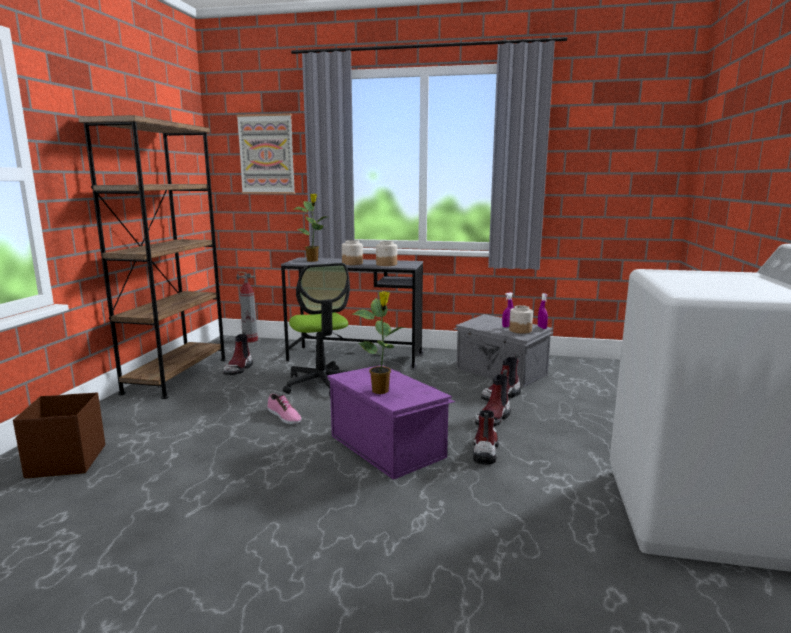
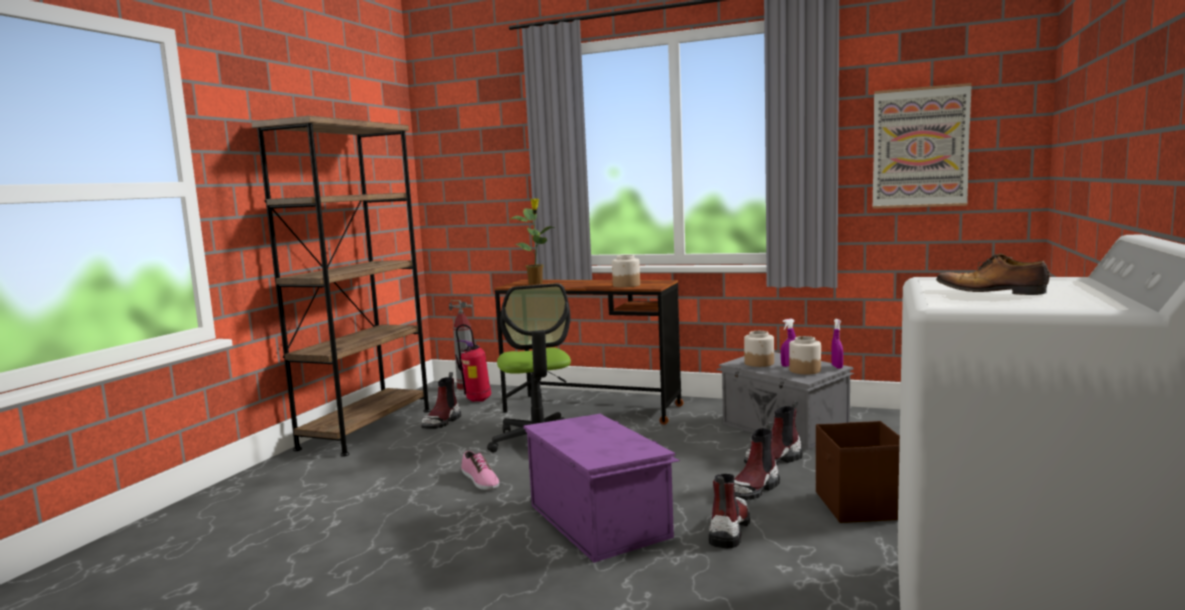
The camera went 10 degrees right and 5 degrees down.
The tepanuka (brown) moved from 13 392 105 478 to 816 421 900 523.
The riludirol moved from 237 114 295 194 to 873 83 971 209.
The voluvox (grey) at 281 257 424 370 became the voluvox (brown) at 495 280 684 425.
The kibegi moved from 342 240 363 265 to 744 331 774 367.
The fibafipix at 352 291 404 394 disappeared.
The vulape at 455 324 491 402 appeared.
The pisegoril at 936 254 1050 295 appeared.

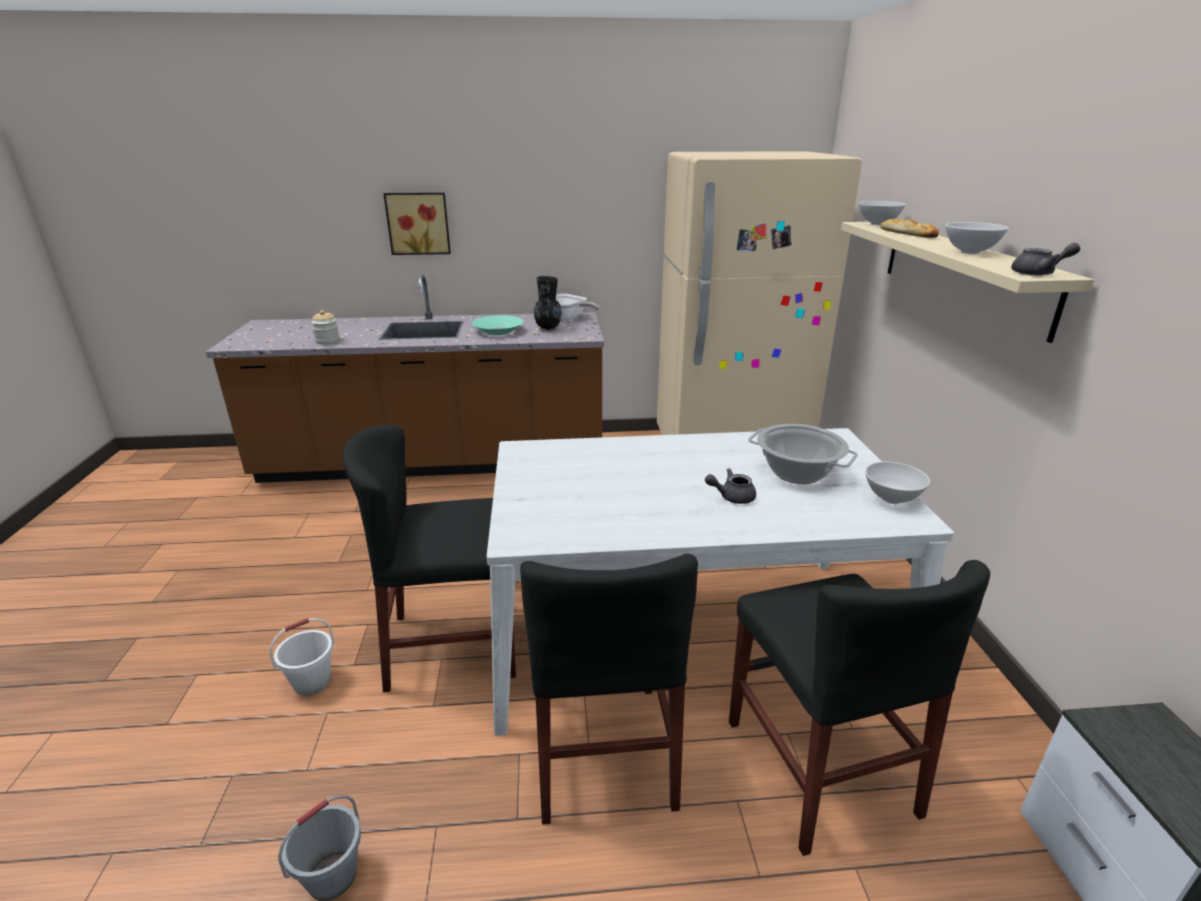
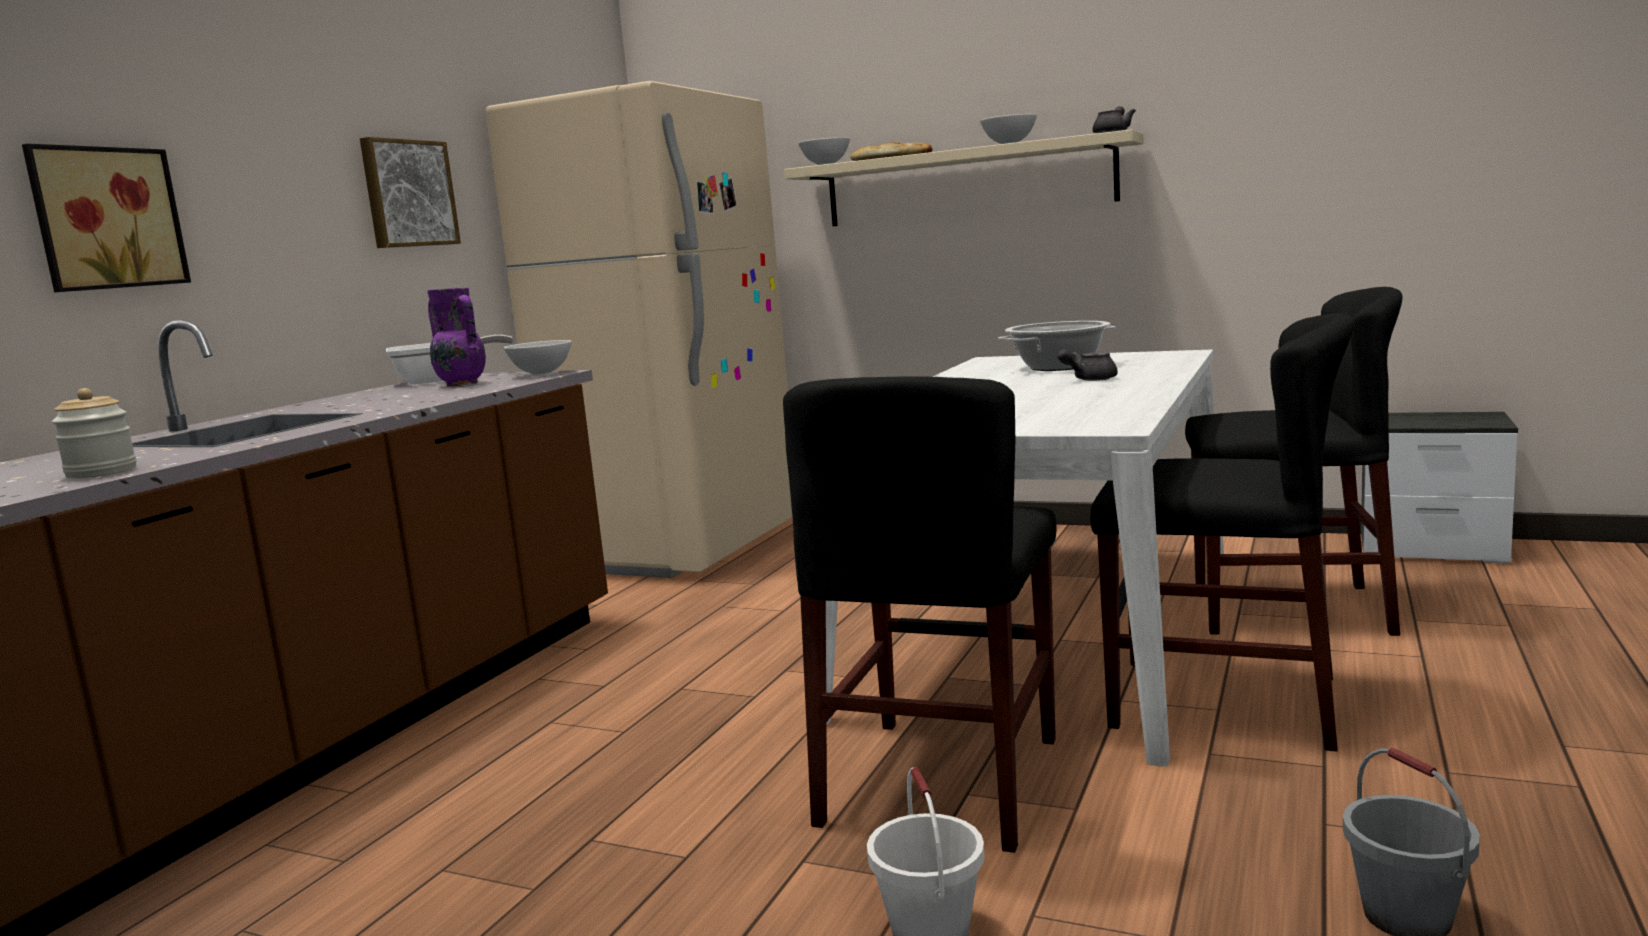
The camera went 60 degrees left and 15 degrees down.
The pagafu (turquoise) at 472 315 524 335 disappeared.
The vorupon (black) at 534 276 562 330 became the vorupon (purple) at 427 288 486 387.
The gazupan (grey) at 705 468 756 504 turned 45 degrees clockwise.
The pagafu (white) moved from 865 462 930 504 to 504 340 572 376.
The riludirol at 360 137 461 248 appeared.

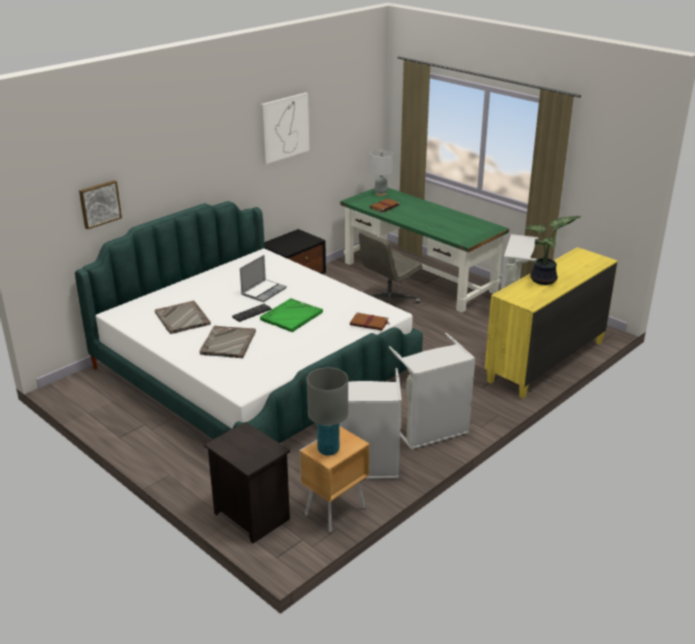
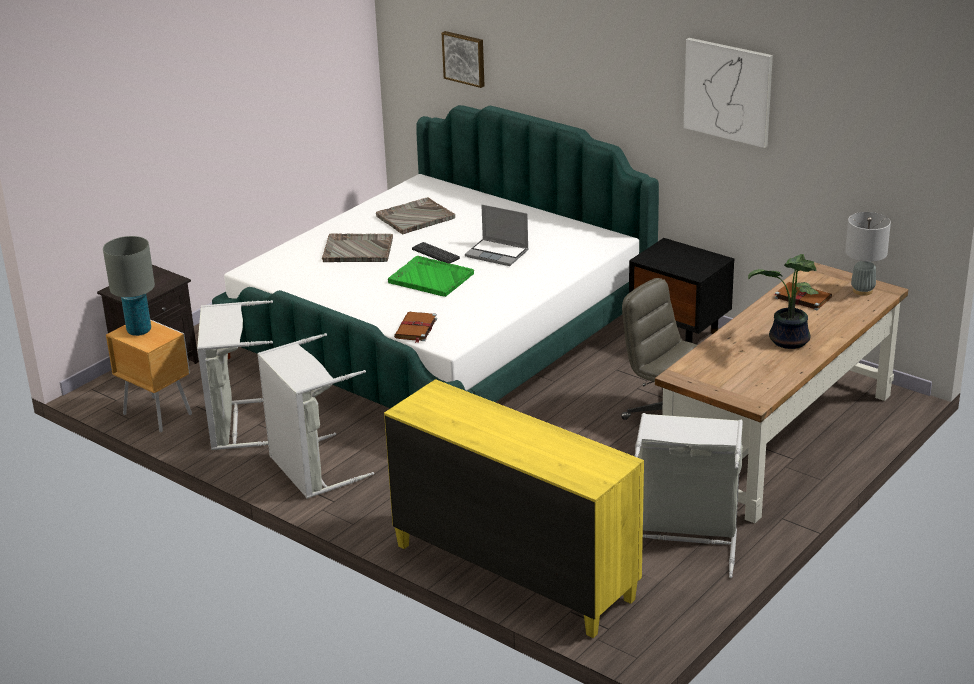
The camera went 85 degrees right and 0 degrees up.
The voluvox (green) at 340 188 509 313 became the voluvox (brown) at 655 262 908 524.
The fibafipix moved from 525 216 581 285 to 748 254 819 349.

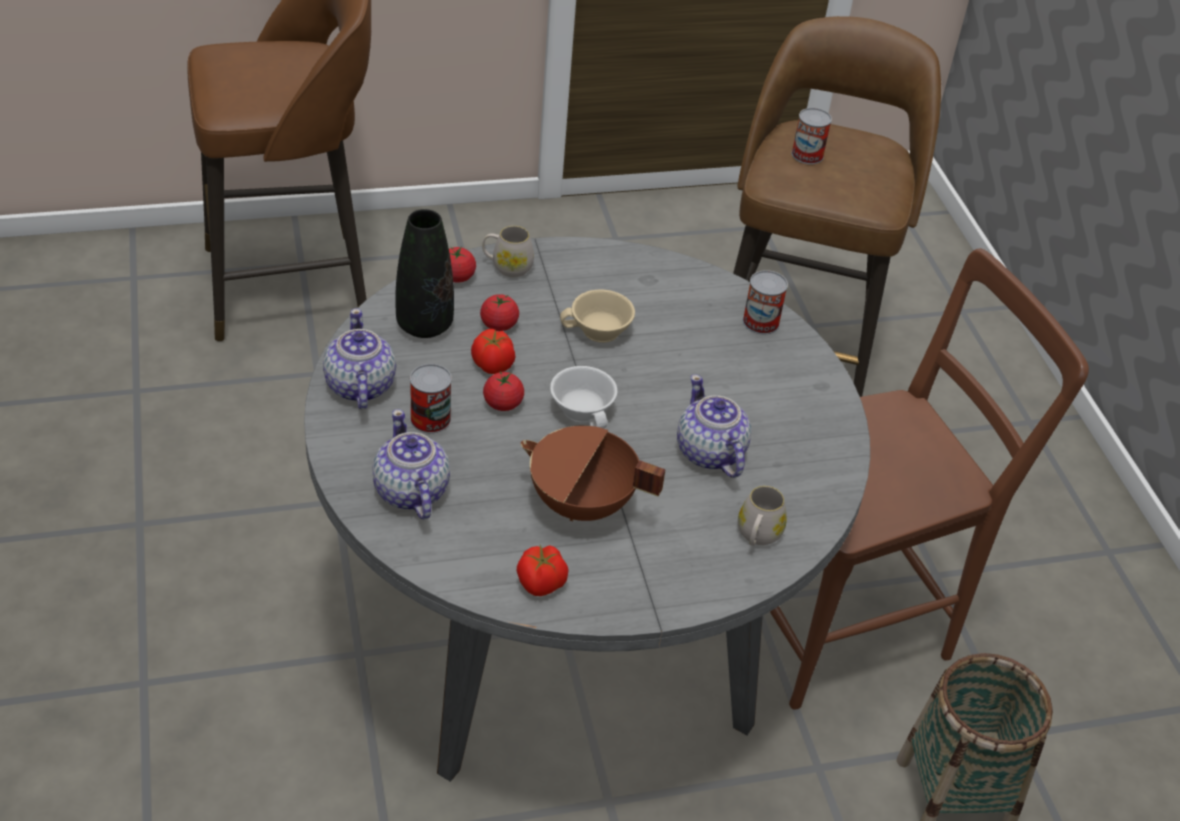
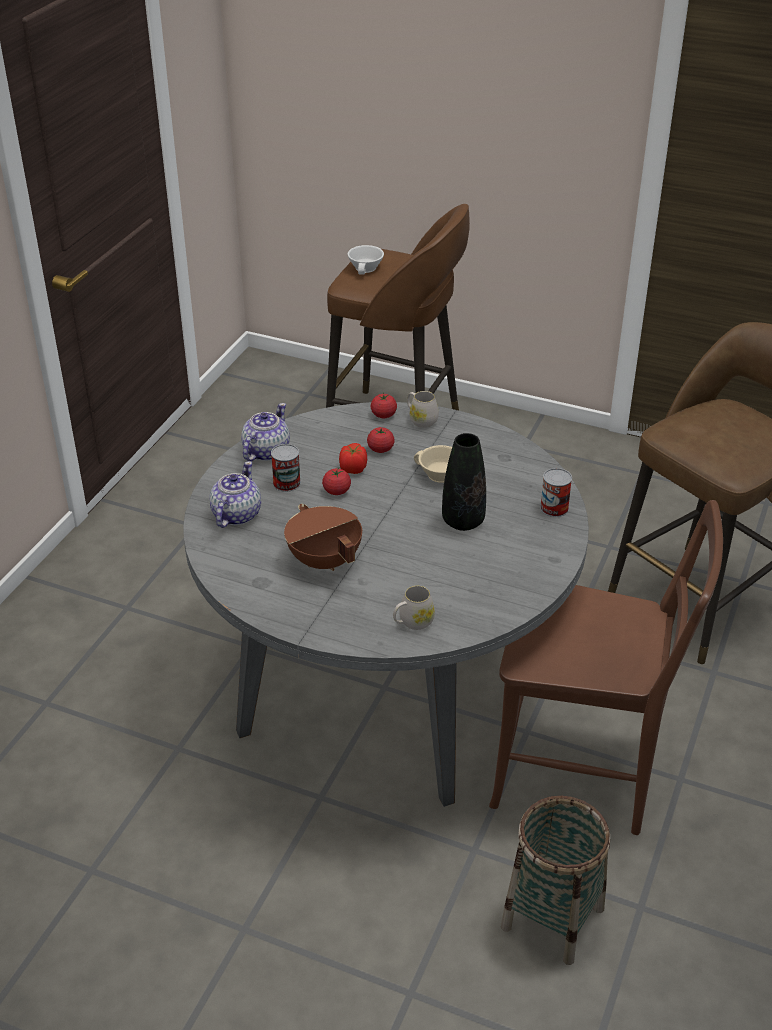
The camera went 40 degrees right and 5 degrees down.
The vorupon (black) moved from 395 209 454 338 to 442 433 486 531.
The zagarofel at 517 545 569 596 disappeared.
The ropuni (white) moved from 550 366 618 429 to 348 245 384 275.
The gazupan at 677 374 751 478 disappeared.
The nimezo at 792 108 832 164 disappeared.

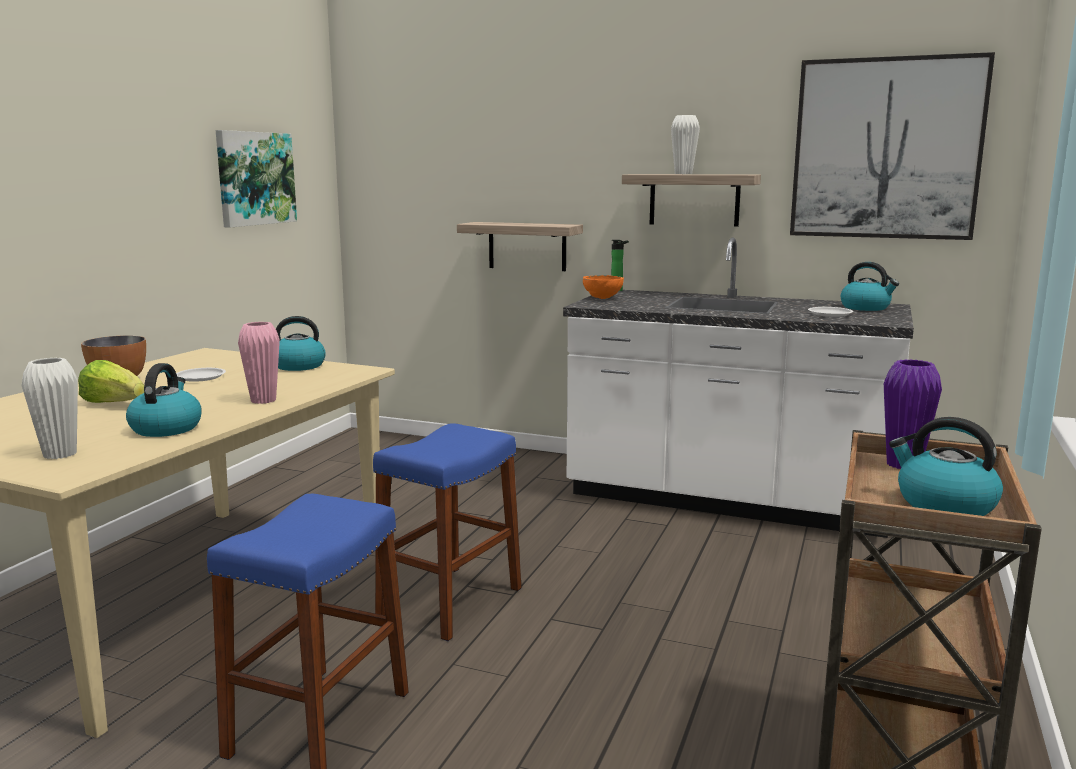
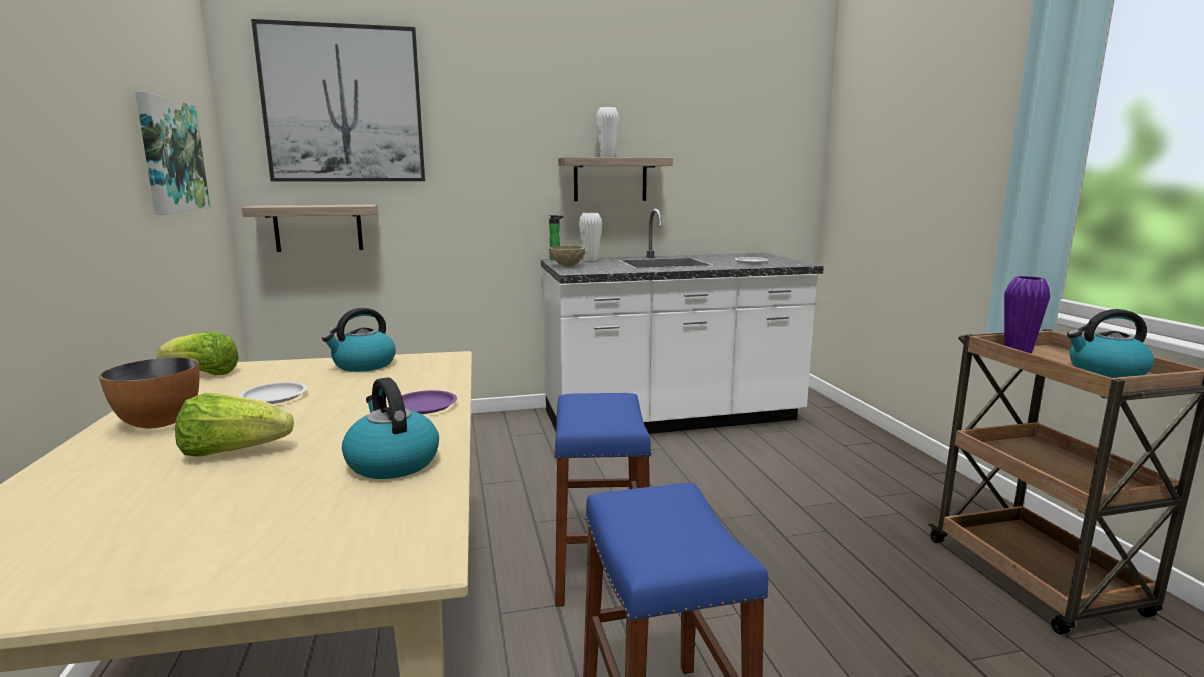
The camera went 35 degrees left and 0 degrees up.
The vorupon (white) moved from 22 358 78 459 to 579 213 602 261.
The vorupon (pink) at 238 322 280 404 was replaced by the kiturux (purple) at 402 390 457 414.
The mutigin moved from 457 222 583 271 to 242 204 378 252.
The pagafu (orange) at 583 275 624 299 became the pagafu (beige) at 549 246 585 267.
The riludirol moved from 790 52 995 240 to 251 19 425 182.
The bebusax at 841 262 899 311 disappeared.
The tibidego at 156 331 239 375 appeared.

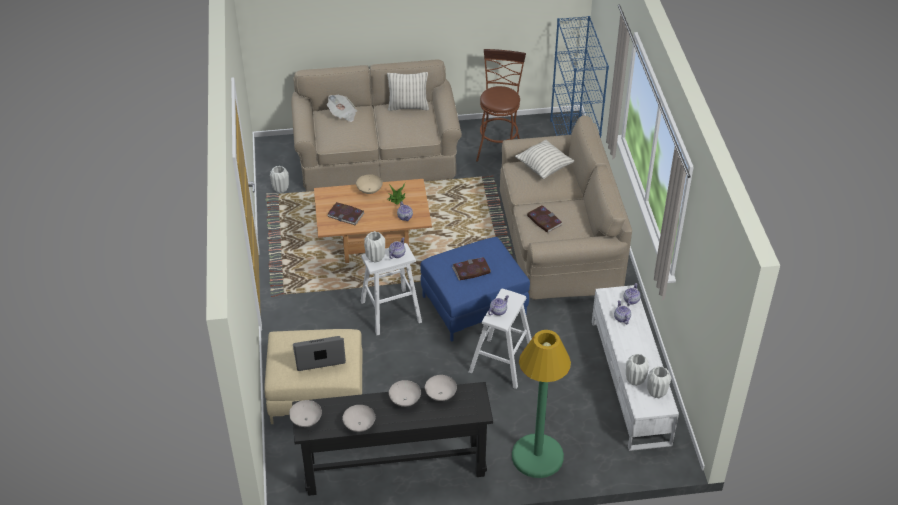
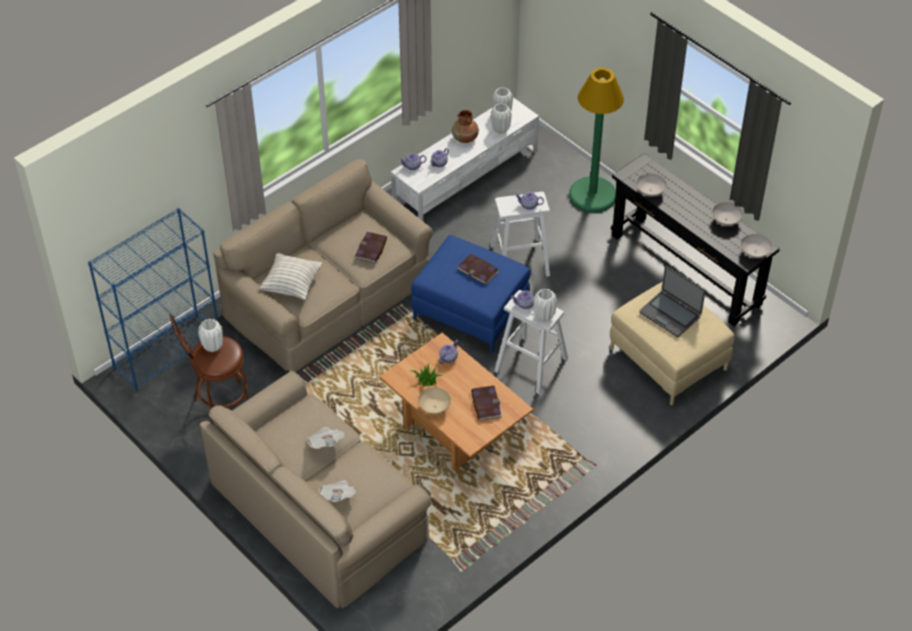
The camera went 125 degrees left and 5 degrees up.
The vorupon (white) moved from 270 166 289 193 to 198 319 223 352.
The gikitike at 387 72 429 111 disappeared.
The pagafu (white) at 389 380 421 407 disappeared.
The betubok at 307 427 345 449 appeared.
The vorupon (brown) at 452 110 479 143 appeared.

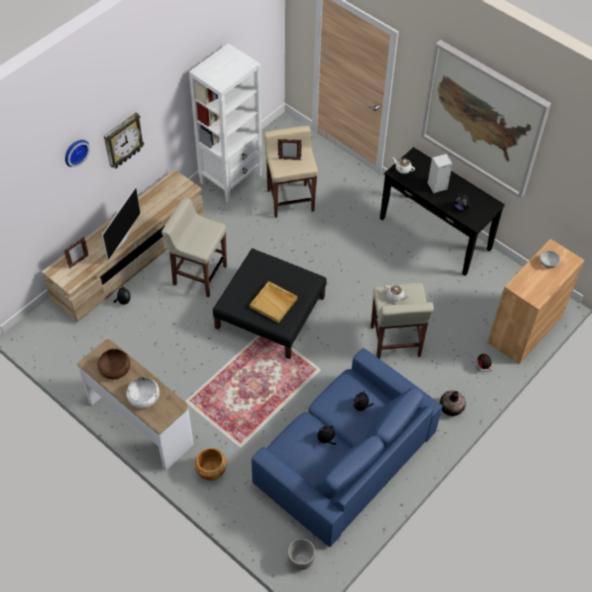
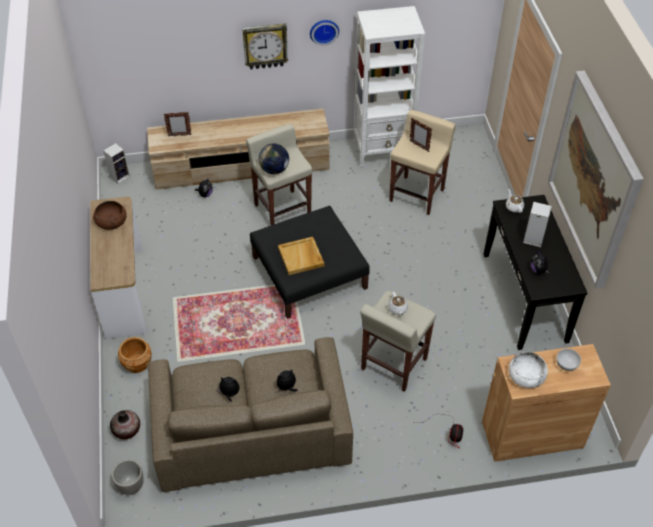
The camera went 40 degrees right and 5 degrees down.
The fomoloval moved from 65 140 90 167 to 310 20 339 45.
The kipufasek at 102 187 141 261 disappeared.
The pagafu (white) moved from 126 377 160 408 to 509 352 548 388.
The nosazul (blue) at 251 348 442 547 became the nosazul (brown) at 148 337 353 492.
The vorupon moved from 440 391 466 416 to 110 410 140 439.
The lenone at 103 143 130 184 appeared.
The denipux at 259 144 289 174 appeared.

